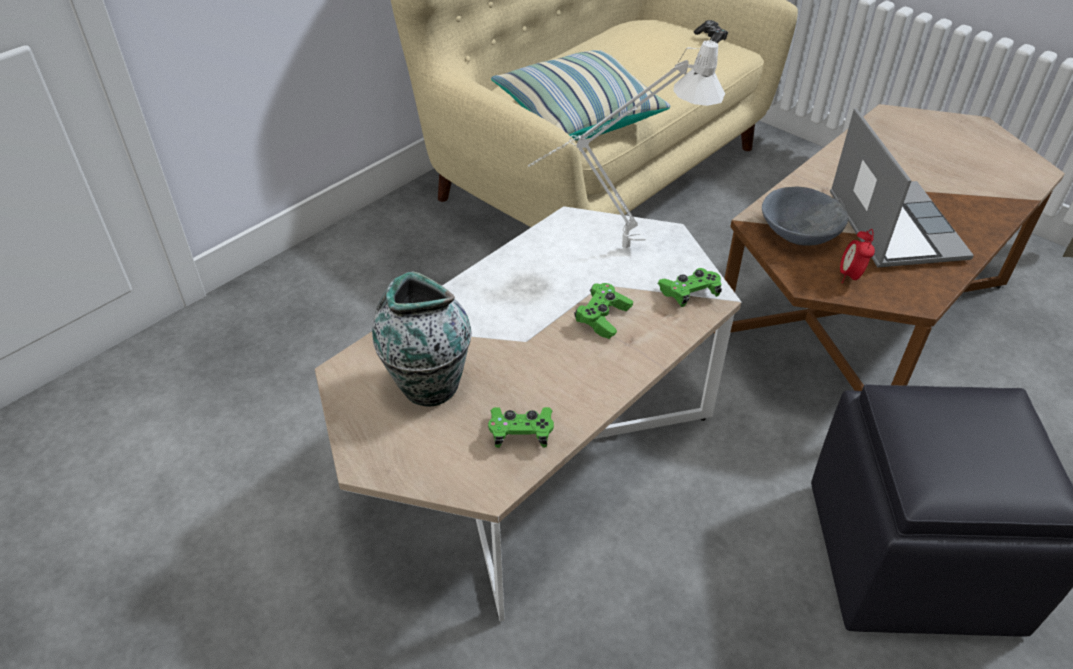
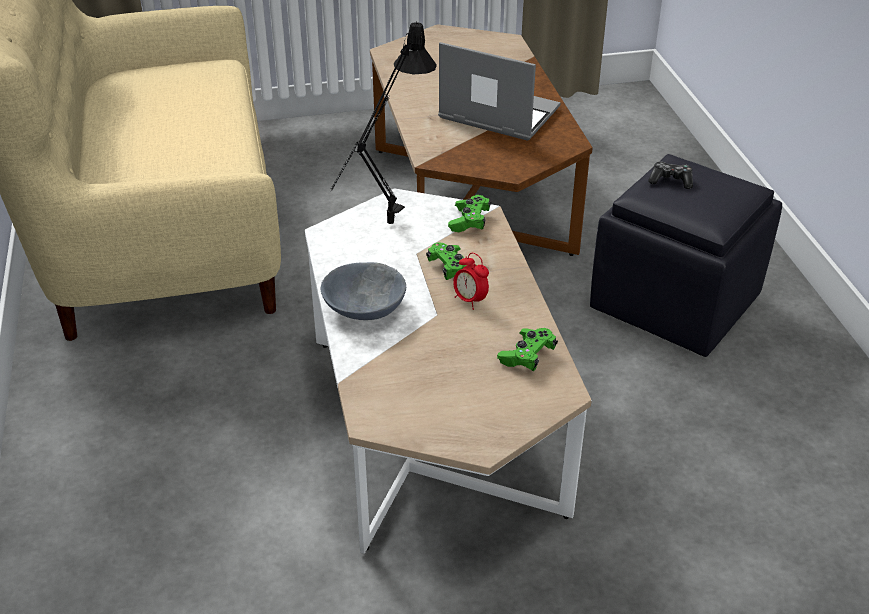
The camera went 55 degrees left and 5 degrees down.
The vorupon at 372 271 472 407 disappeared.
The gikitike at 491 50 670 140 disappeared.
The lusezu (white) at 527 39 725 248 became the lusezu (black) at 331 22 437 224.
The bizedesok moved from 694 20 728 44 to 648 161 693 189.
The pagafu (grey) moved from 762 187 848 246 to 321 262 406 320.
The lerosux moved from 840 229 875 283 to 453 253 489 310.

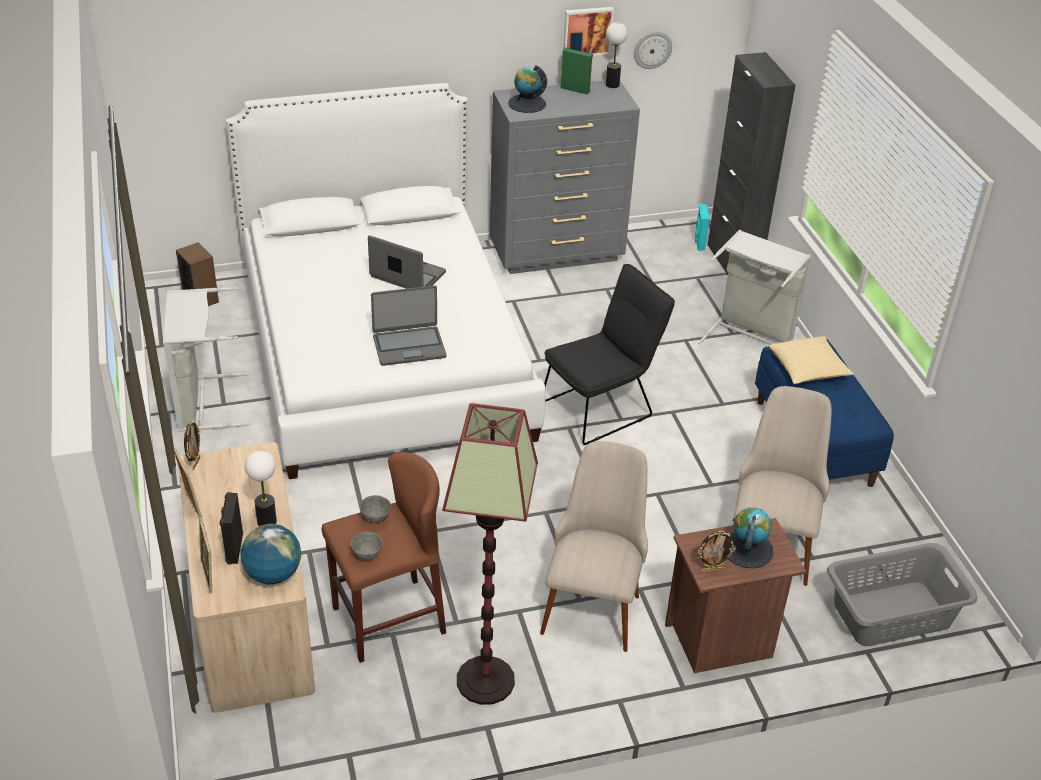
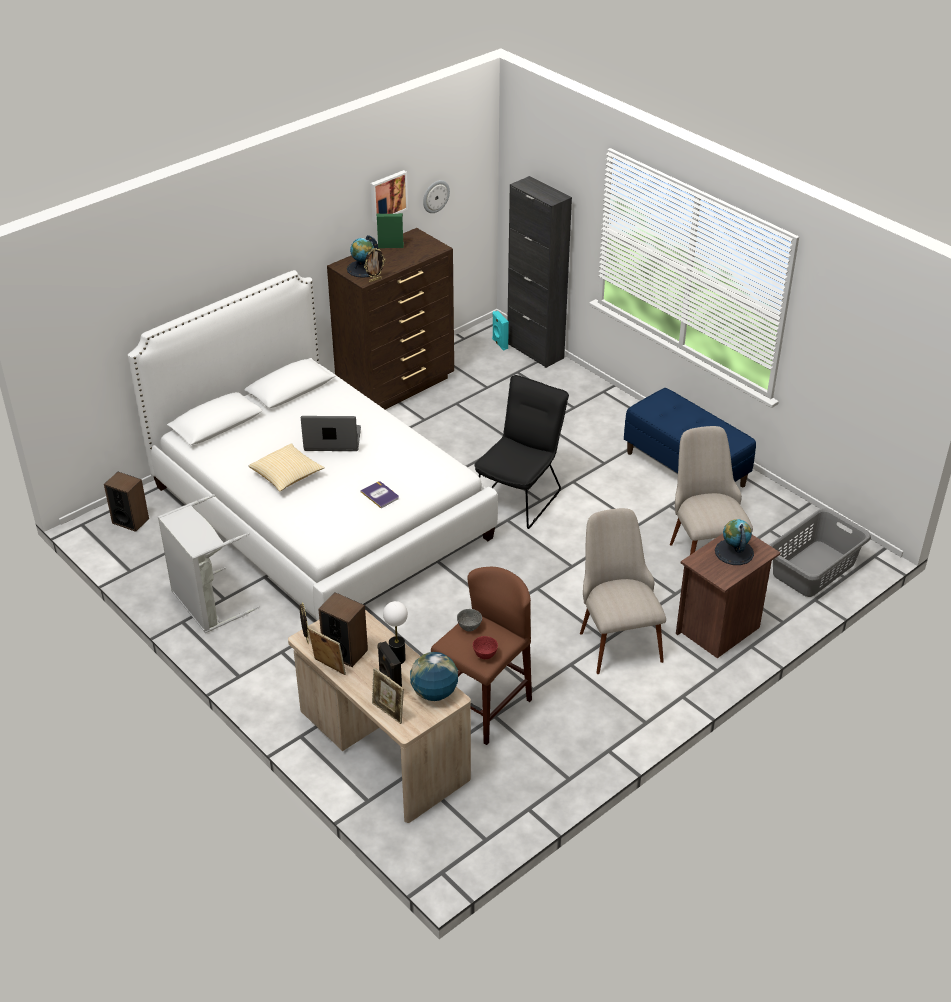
The camera went 25 degrees left and 0 degrees up.
The pagafu (grey) at 351 532 382 561 became the pagafu (red) at 473 636 498 659.
The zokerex at 371 285 446 366 was replaced by the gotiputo at 360 481 399 508.
The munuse at 442 403 538 705 disappeared.
The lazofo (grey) at 490 80 640 274 became the lazofo (brown) at 327 228 454 410.
The lusezu at 606 22 628 88 disappeared.
The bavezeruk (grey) at 698 230 811 345 disappeared.
The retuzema moved from 698 531 736 572 to 364 248 385 282.
The gikitike moved from 769 336 854 384 to 249 443 324 491.
The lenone at 318 592 368 667 appeared.

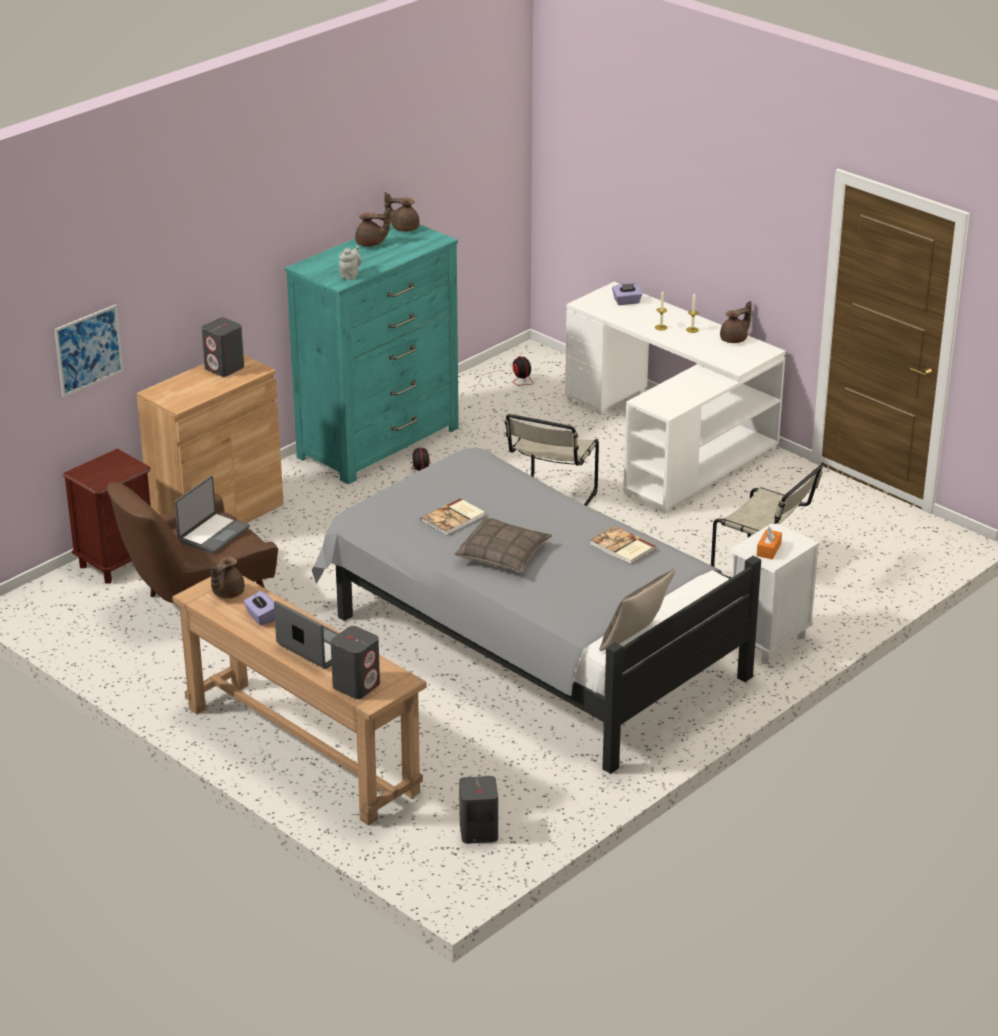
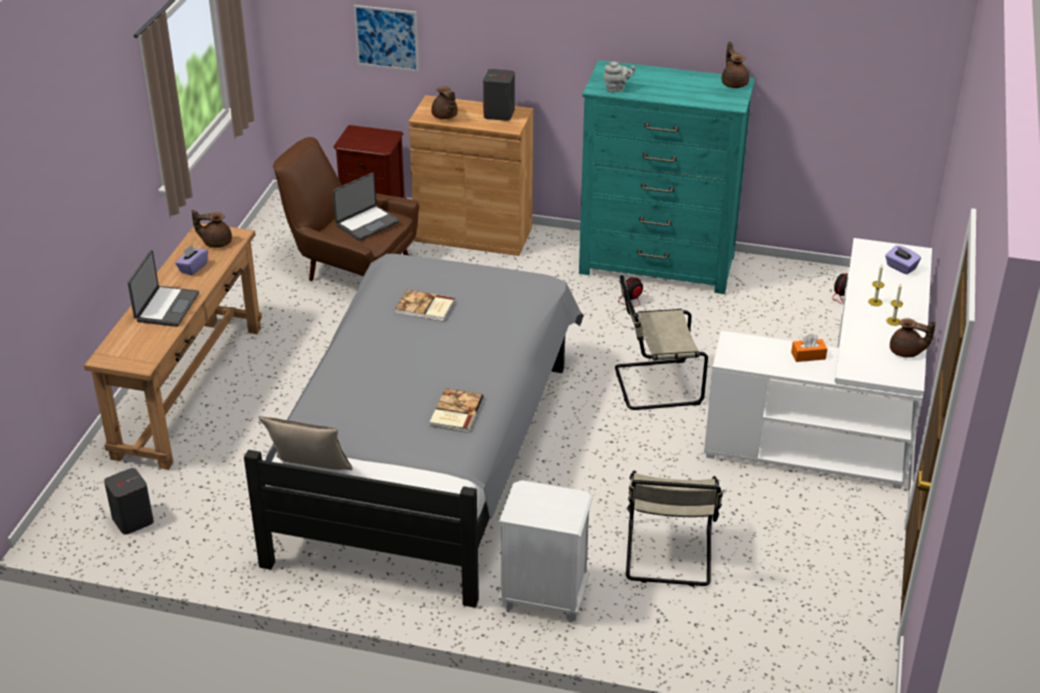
The camera went 60 degrees right and 5 degrees up.
The zokerex at 174 476 250 554 turned 45 degrees counterclockwise.
The lenone (grey) at 331 626 380 699 disappeared.
The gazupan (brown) moved from 355 209 390 247 to 431 86 458 119.
The gikitike at 454 518 552 573 disappeared.
The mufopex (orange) moved from 757 526 782 560 to 791 334 827 362.

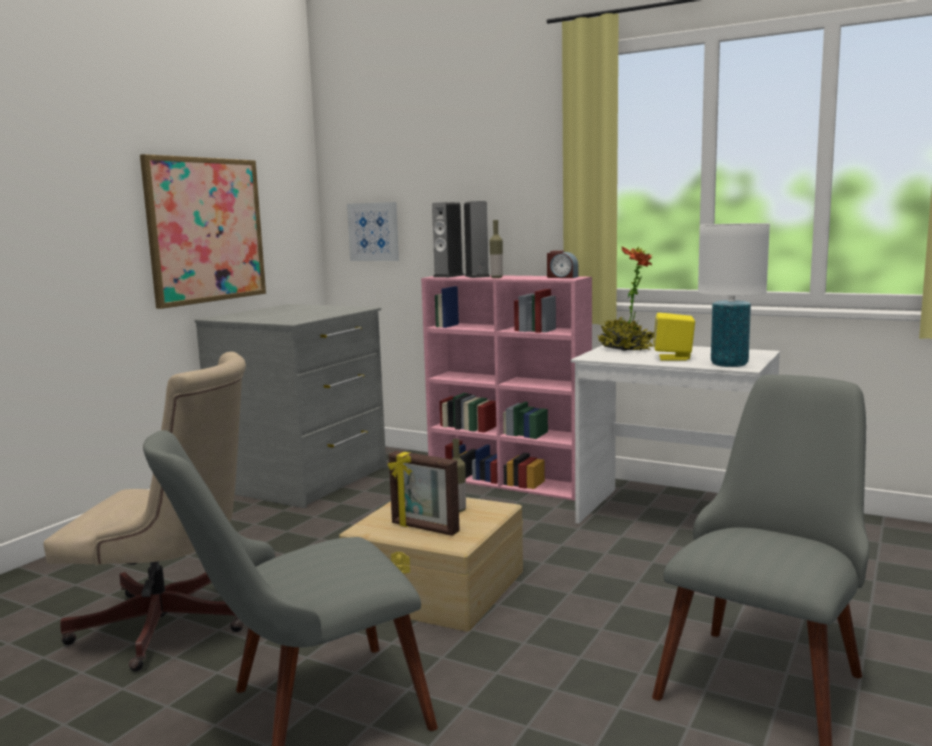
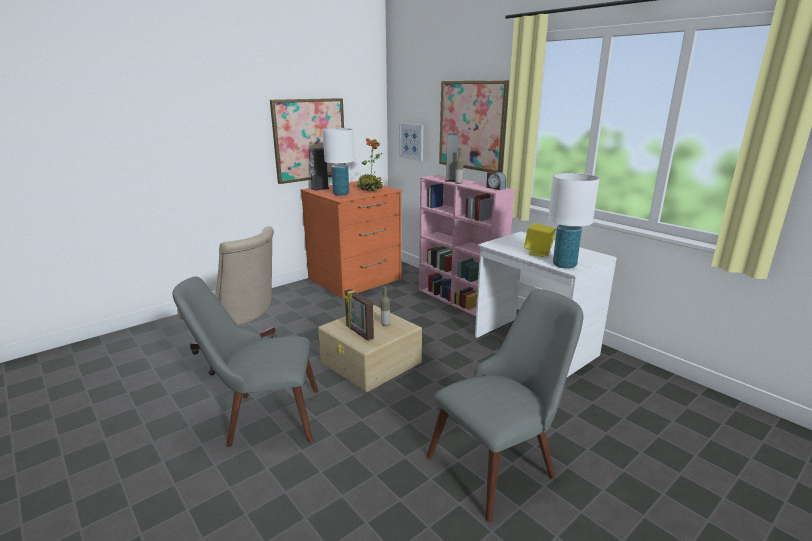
The camera went 20 degrees right and 10 degrees up.
The lazofo (grey) at 195 304 386 508 became the lazofo (orange) at 300 181 403 299.
The lenone moved from 432 202 464 278 to 309 147 329 191.
The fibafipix moved from 598 246 654 351 to 356 138 384 191.
The lusezu (white) at 323 128 354 196 appeared.
The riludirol at 439 80 509 173 appeared.

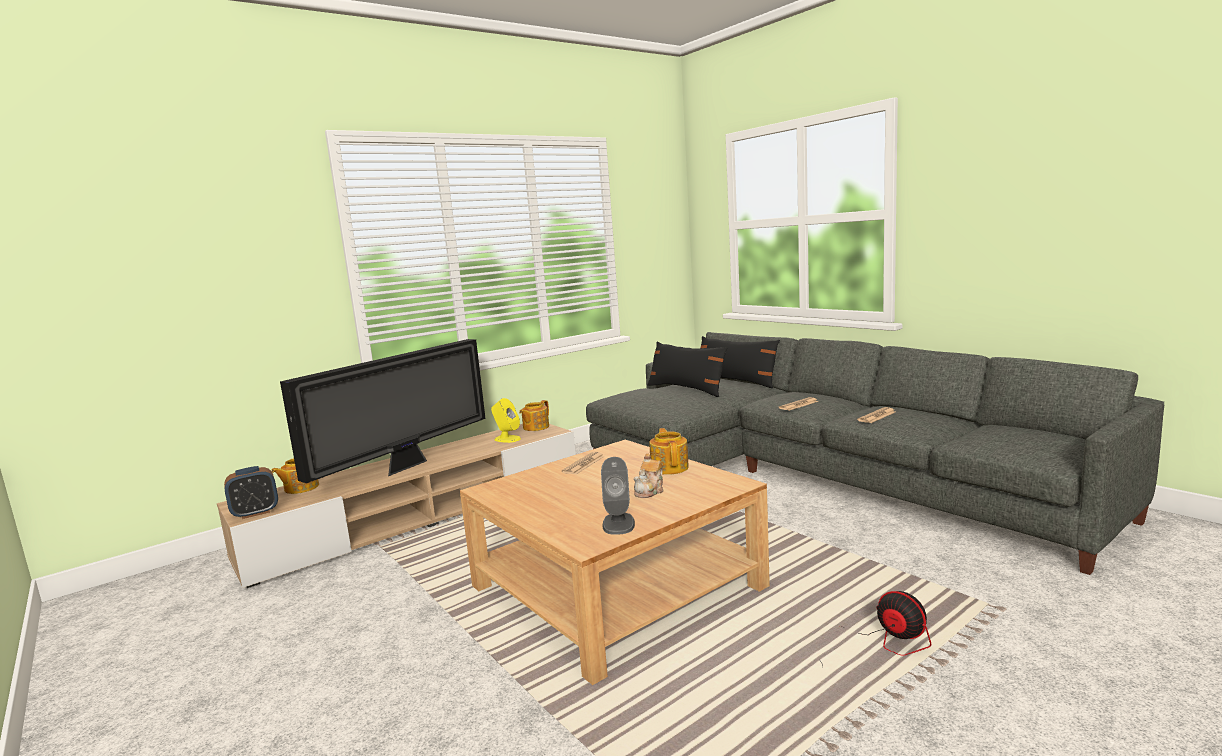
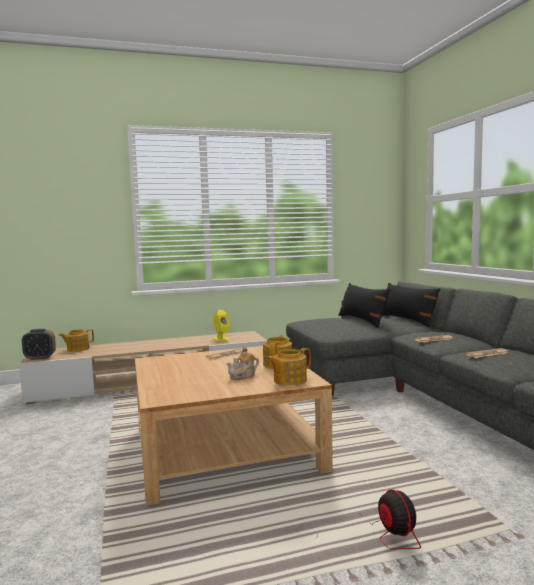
The camera went 20 degrees right and 5 degrees down.
The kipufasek at 280 339 486 483 disappeared.
The gazupan moved from 519 400 549 431 to 267 348 311 386.
The lenone (grey) at 601 457 635 535 disappeared.

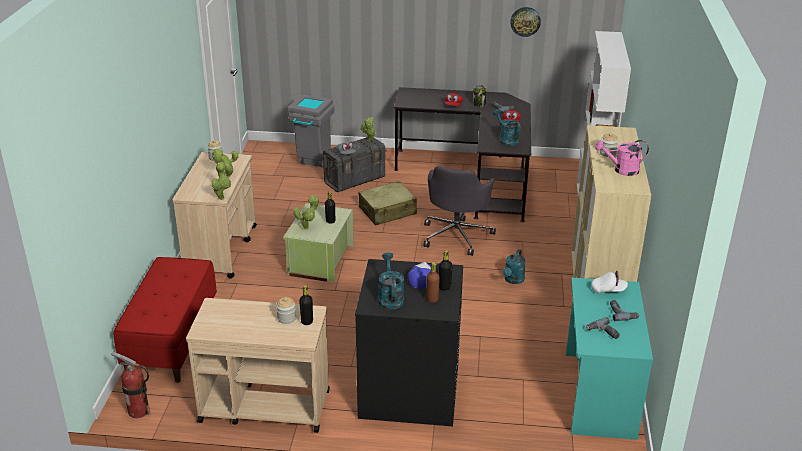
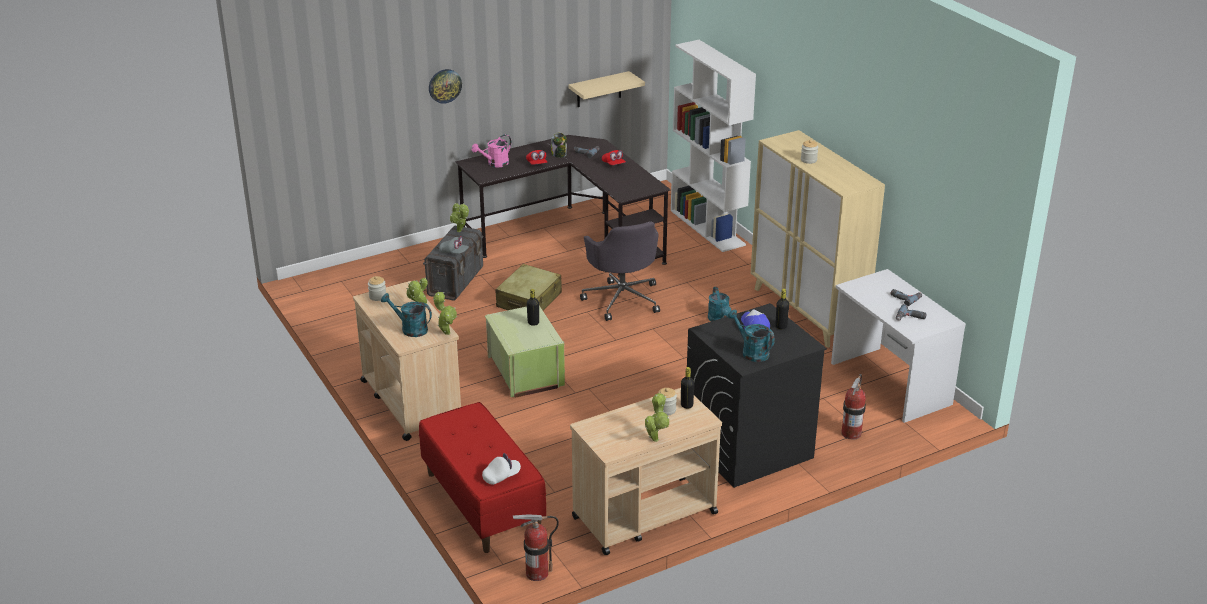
The camera went 35 degrees left and 0 degrees up.
The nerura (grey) at 288 94 334 167 disappeared.
The fibafipix moved from 293 196 319 230 to 645 393 669 442.
The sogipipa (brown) at 426 262 440 303 disappeared.
The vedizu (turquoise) moved from 493 109 521 146 to 381 293 432 337.
The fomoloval moved from 511 7 541 37 to 429 69 462 104.
The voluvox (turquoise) at 566 278 653 440 became the voluvox (white) at 831 269 966 423.
The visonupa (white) moved from 591 271 628 293 to 482 453 521 485.
The vedizu (pink) moved from 595 140 649 176 to 472 134 511 167.
The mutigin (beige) at 568 71 645 107 appeared.
The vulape at 841 374 866 440 appeared.

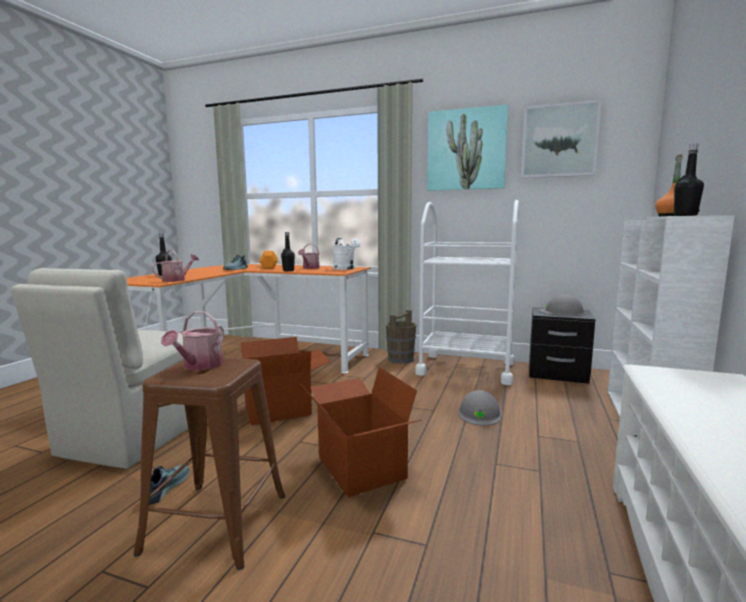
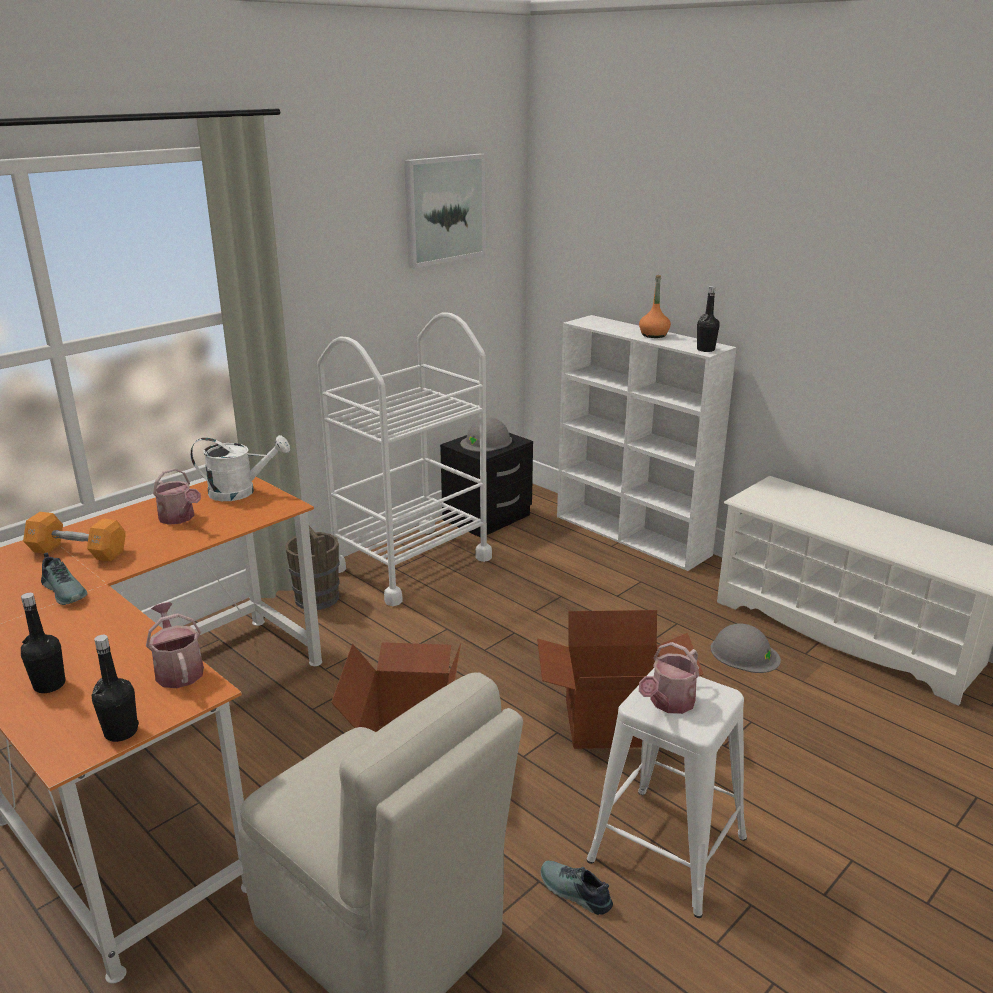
The camera went 65 degrees left and 15 degrees up.
The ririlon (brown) at 134 358 286 570 became the ririlon (white) at 587 668 747 918.
The vedizu at 161 311 224 371 turned 90 degrees clockwise.
The sogipipa (black) moved from 281 232 295 271 to 92 635 139 742.
The riludirol at 427 104 508 191 disappeared.
The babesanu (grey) moved from 458 390 502 426 to 711 623 781 673.

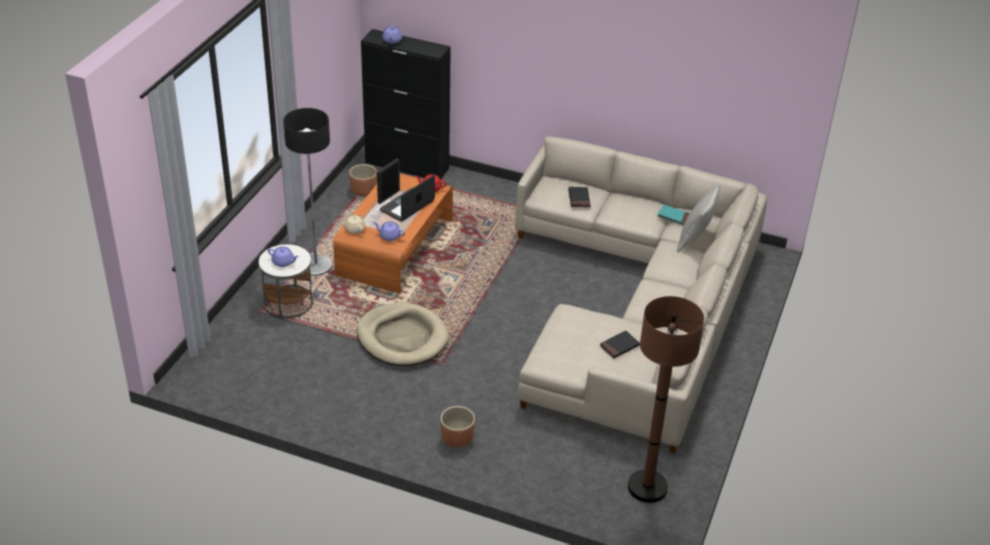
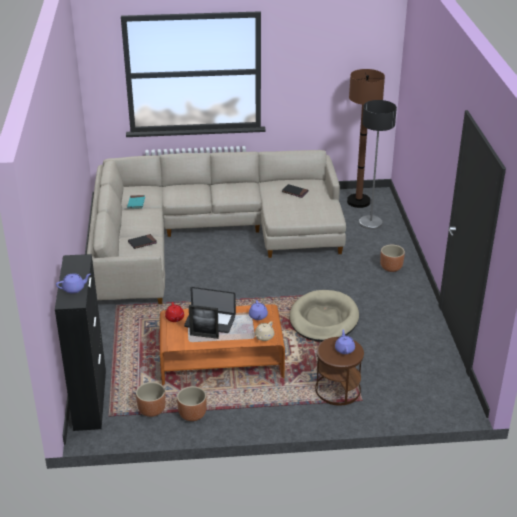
The camera went 115 degrees left and 5 degrees down.
The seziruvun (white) at 259 244 313 319 became the seziruvun (brown) at 315 337 364 406.
The munuse moved from 283 108 332 276 to 359 100 397 229.
The gikitike (grey) at 677 184 720 253 disappeared.
The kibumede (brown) at 177 386 207 421 appeared.

